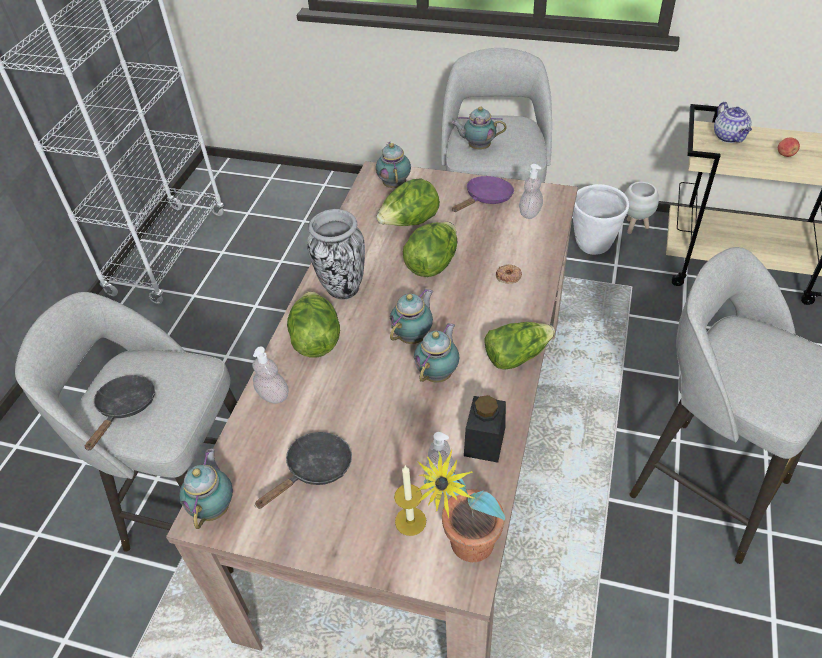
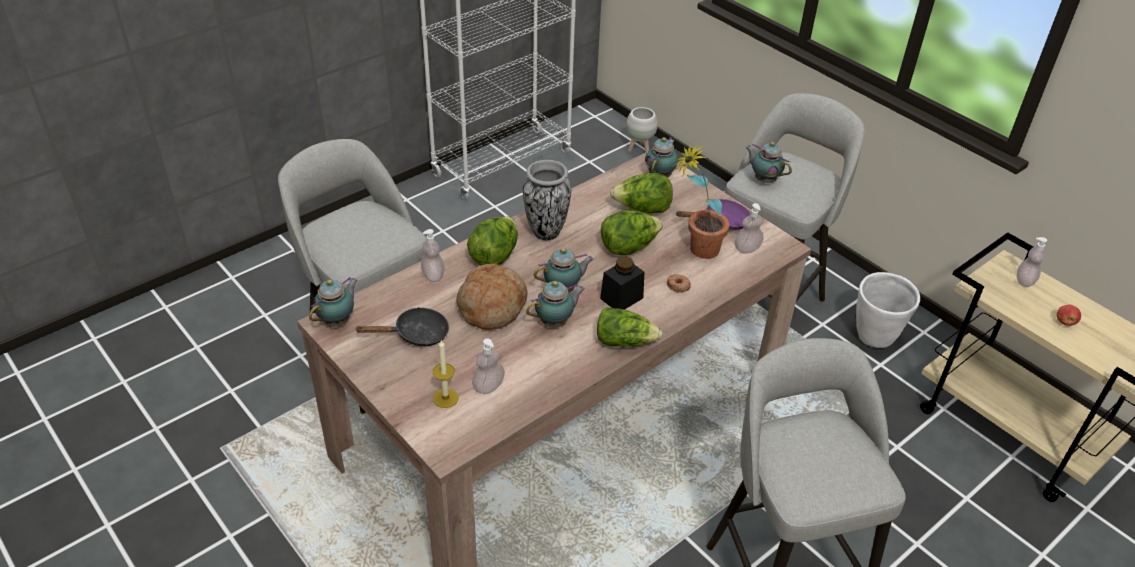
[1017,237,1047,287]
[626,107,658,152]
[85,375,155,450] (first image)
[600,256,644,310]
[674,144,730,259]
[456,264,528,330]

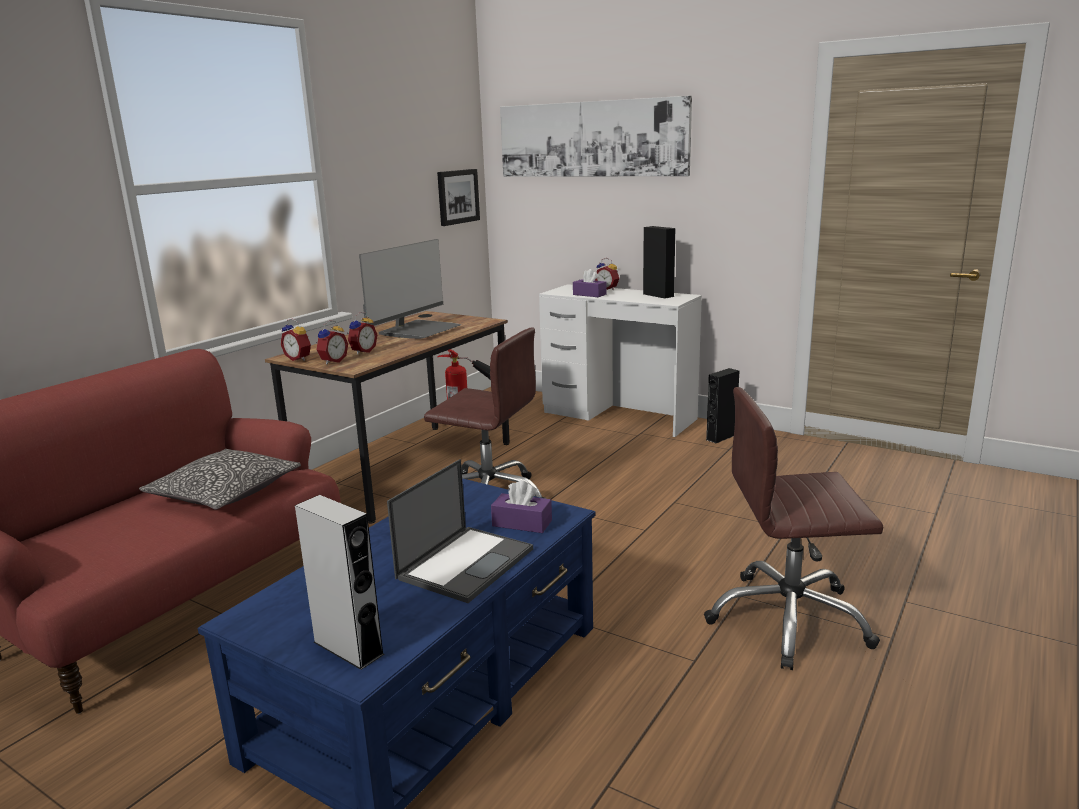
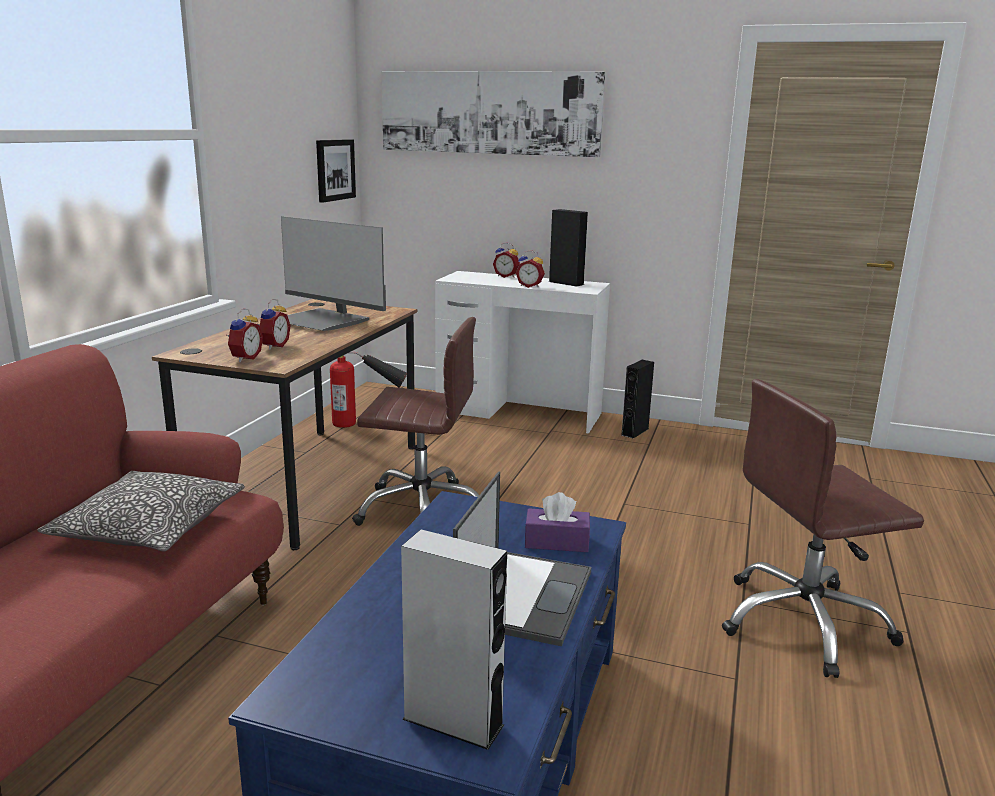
[281,216,386,331]
[573,269,606,297] (first image)
[516,250,545,288]

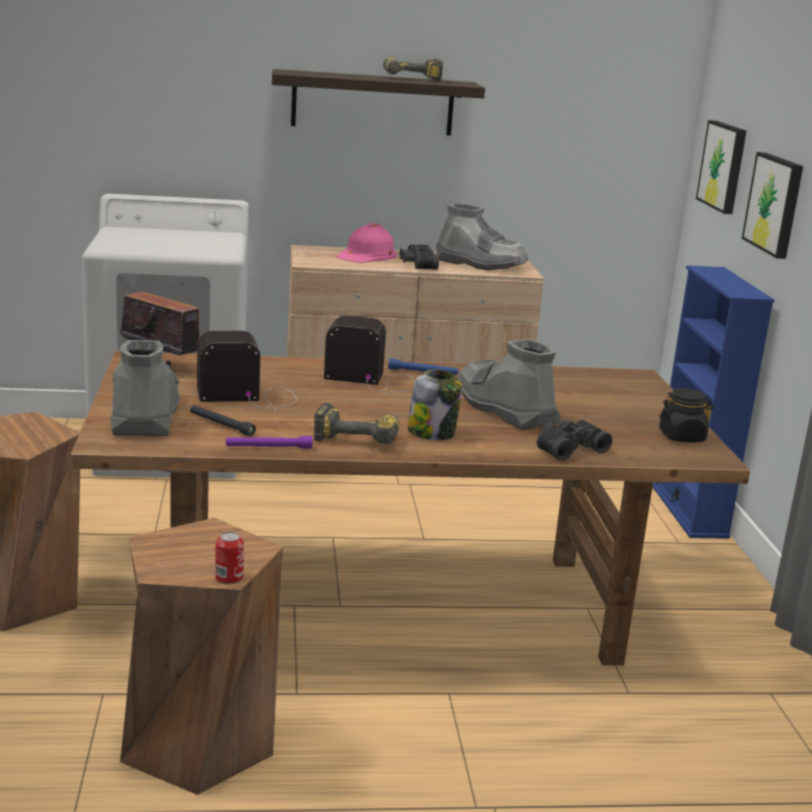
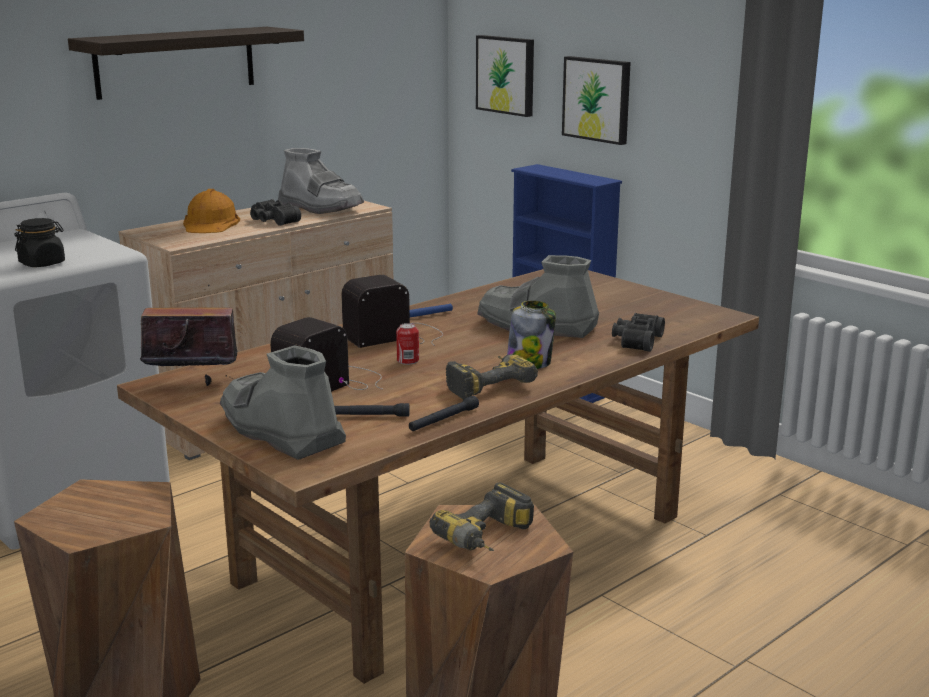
[429,483,534,551]
[278,148,364,214]
[183,189,240,233]
[14,218,65,267]
[409,396,479,431]
[396,323,419,365]

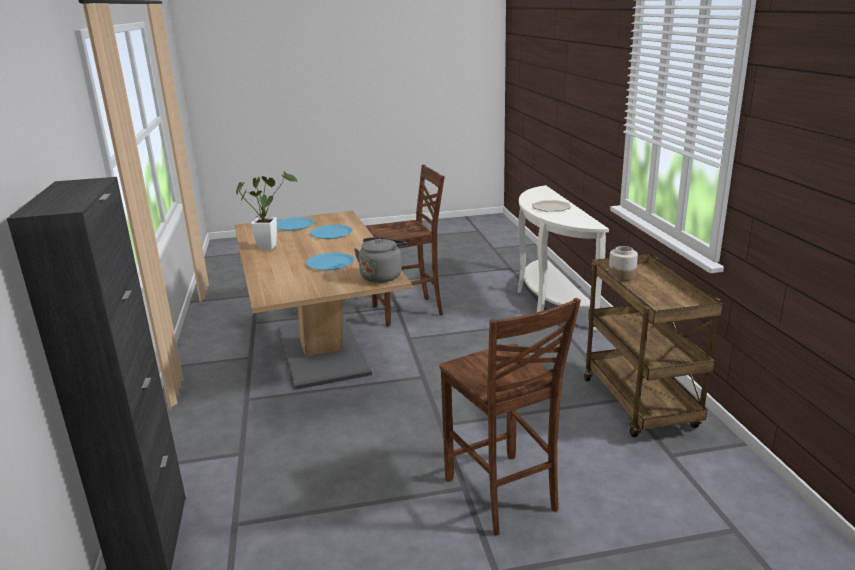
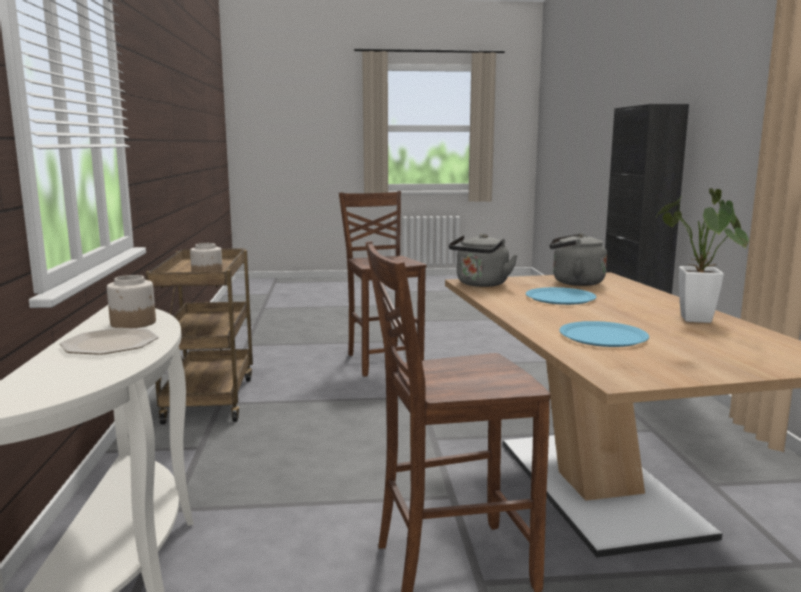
[277,217,314,231] (first image)
[549,233,607,286]
[107,275,156,328]

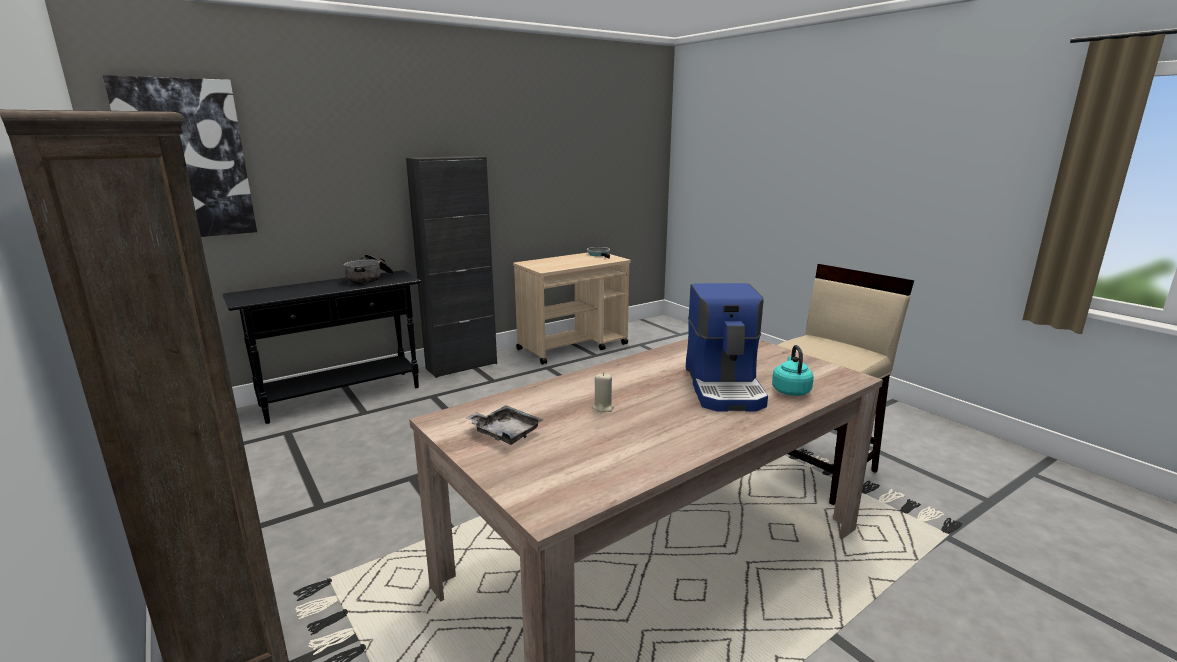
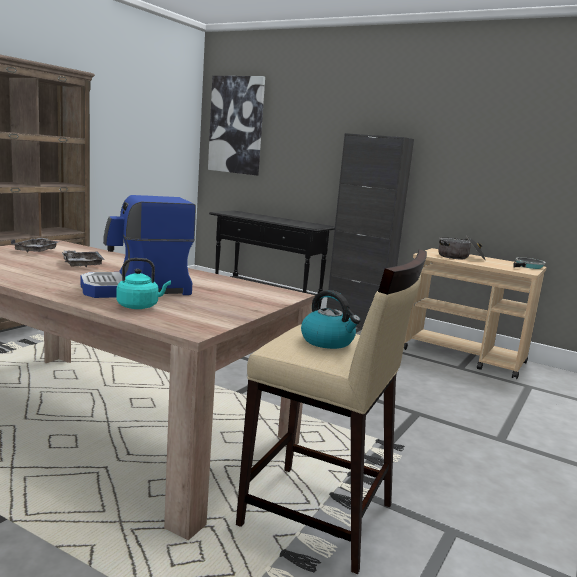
[438,235,485,260]
[62,251,105,267]
[301,290,361,349]

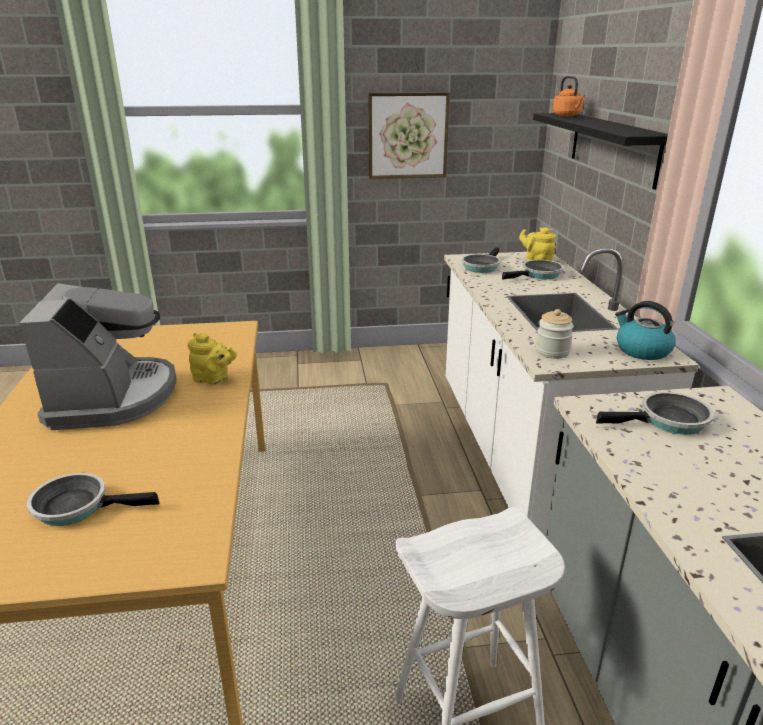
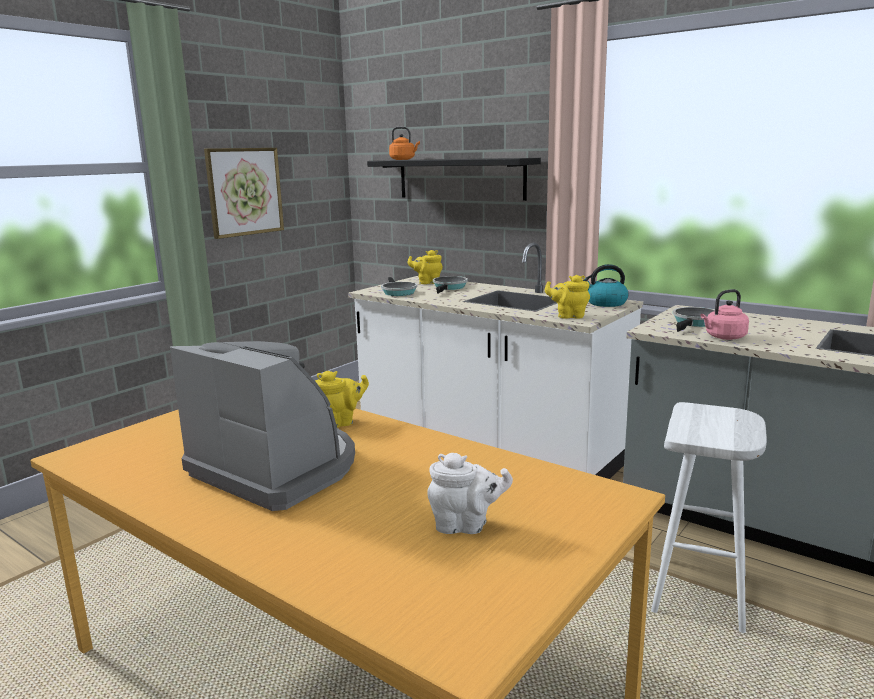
[545,275,590,319]
[427,453,513,534]
[700,289,749,340]

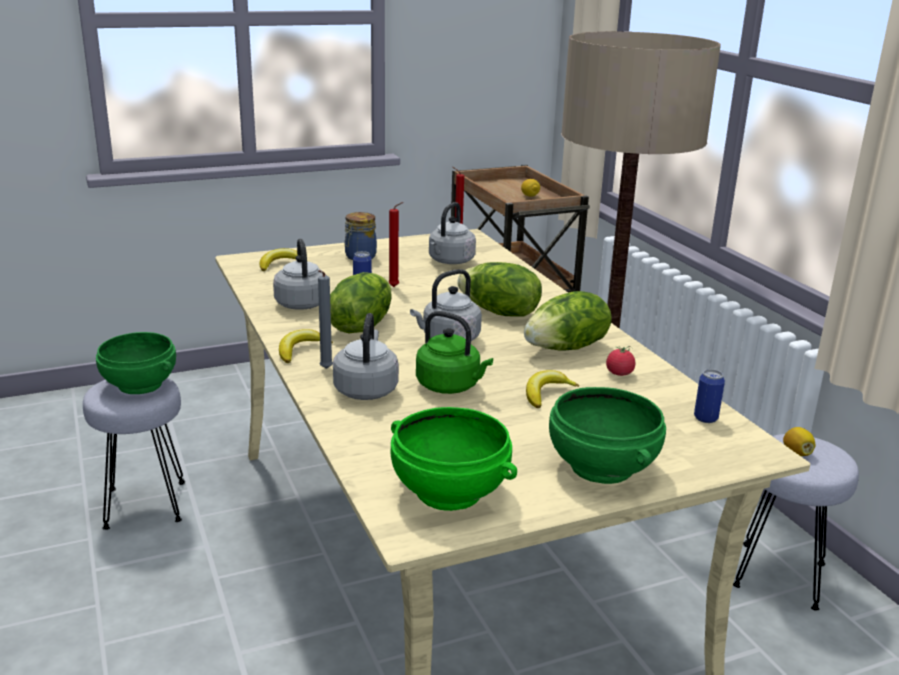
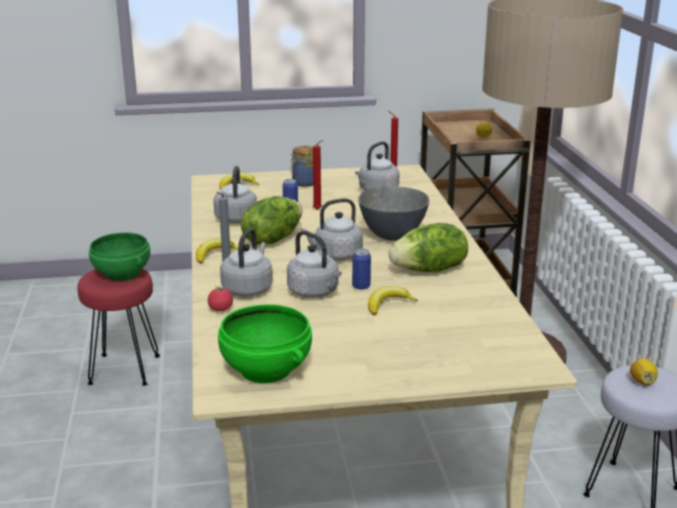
[358,186,429,241]
[287,231,342,298]
[208,286,233,311]
[352,249,371,290]
[77,269,160,386]
[549,387,666,484] (first image)

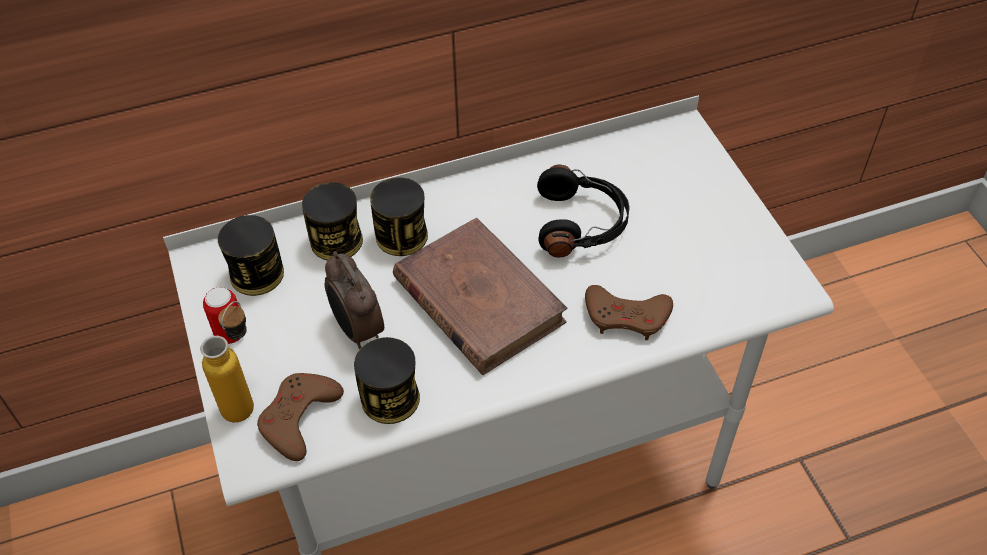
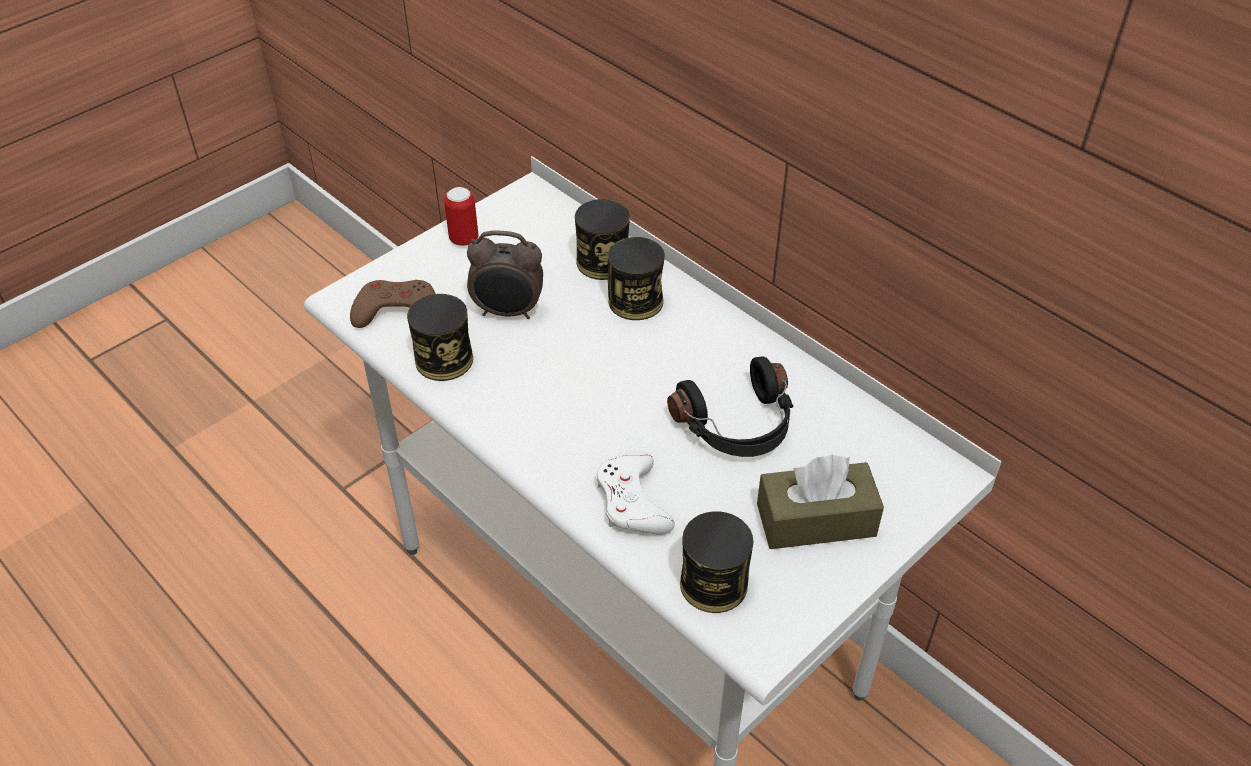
[680,511,753,613]
[393,218,567,375] (first image)
[467,230,543,319]
[596,451,675,535]
[200,301,254,422] (first image)
[757,455,884,549]

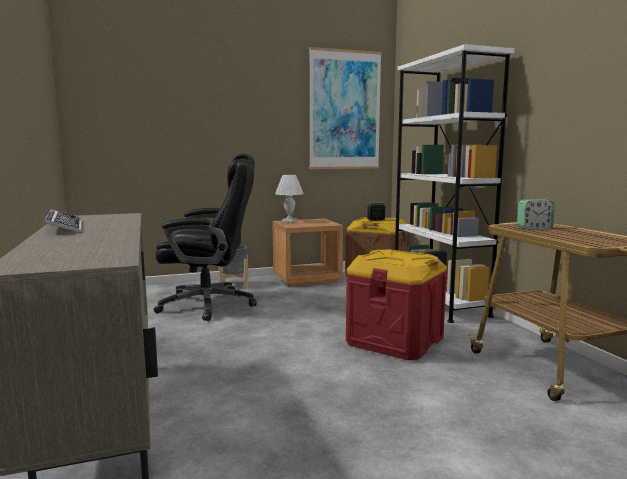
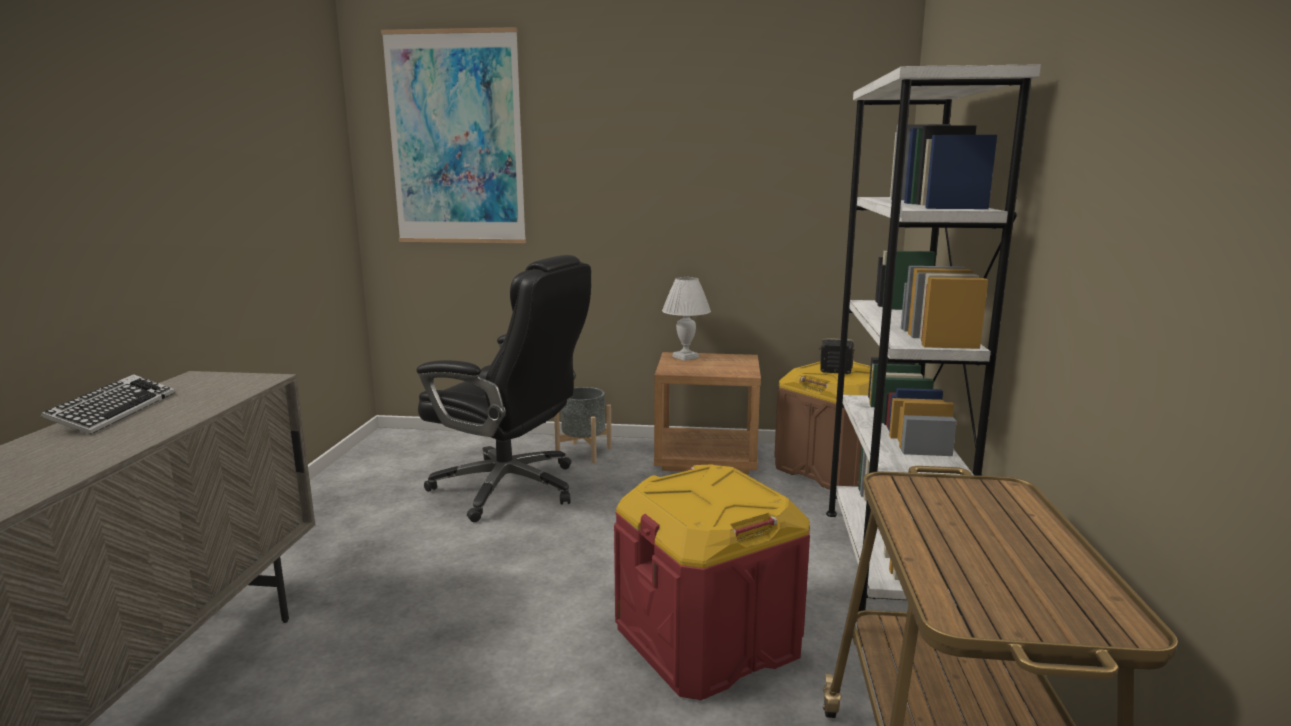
[381,27,526,243]
[517,199,555,230] (first image)

